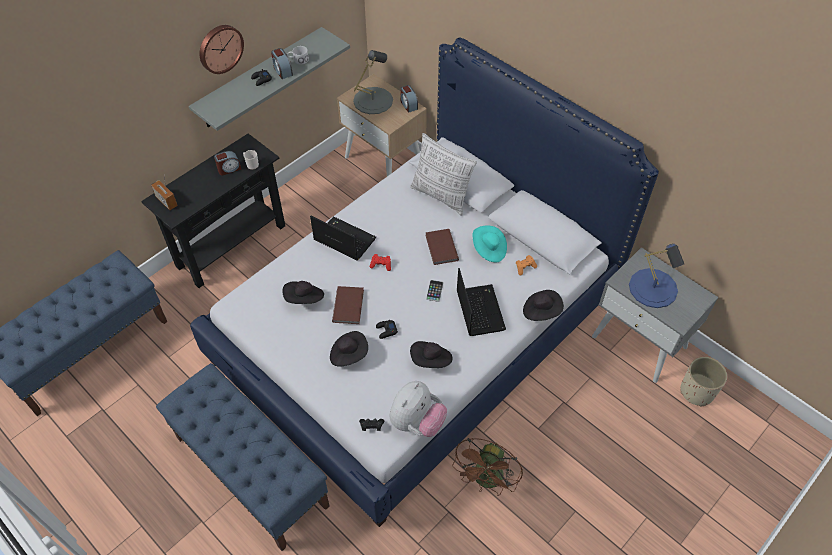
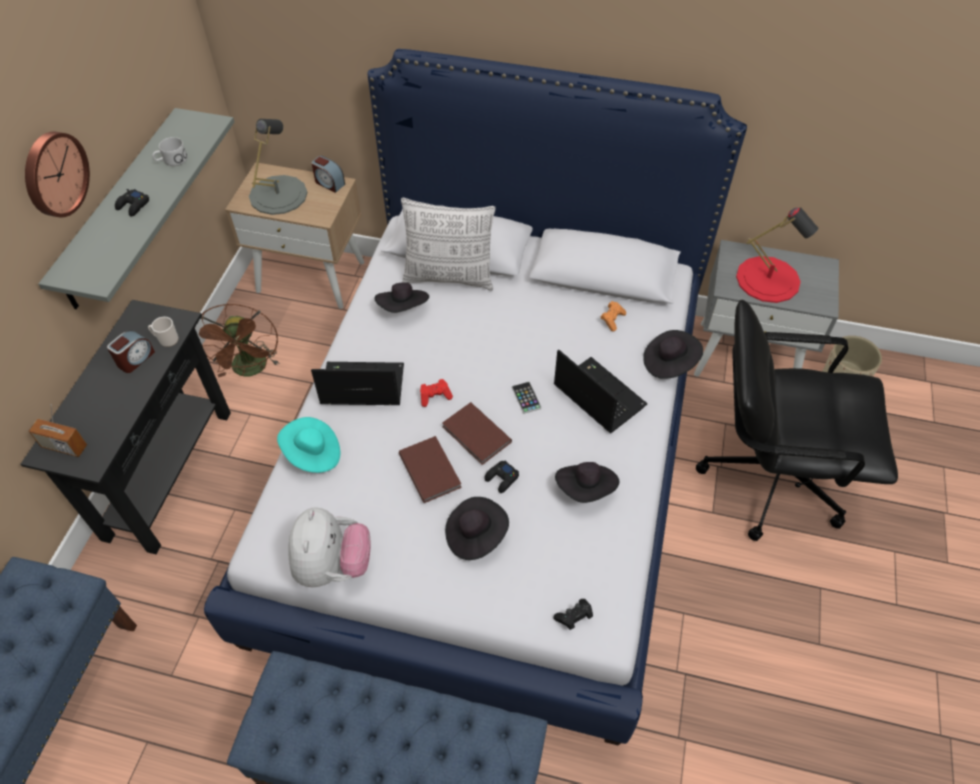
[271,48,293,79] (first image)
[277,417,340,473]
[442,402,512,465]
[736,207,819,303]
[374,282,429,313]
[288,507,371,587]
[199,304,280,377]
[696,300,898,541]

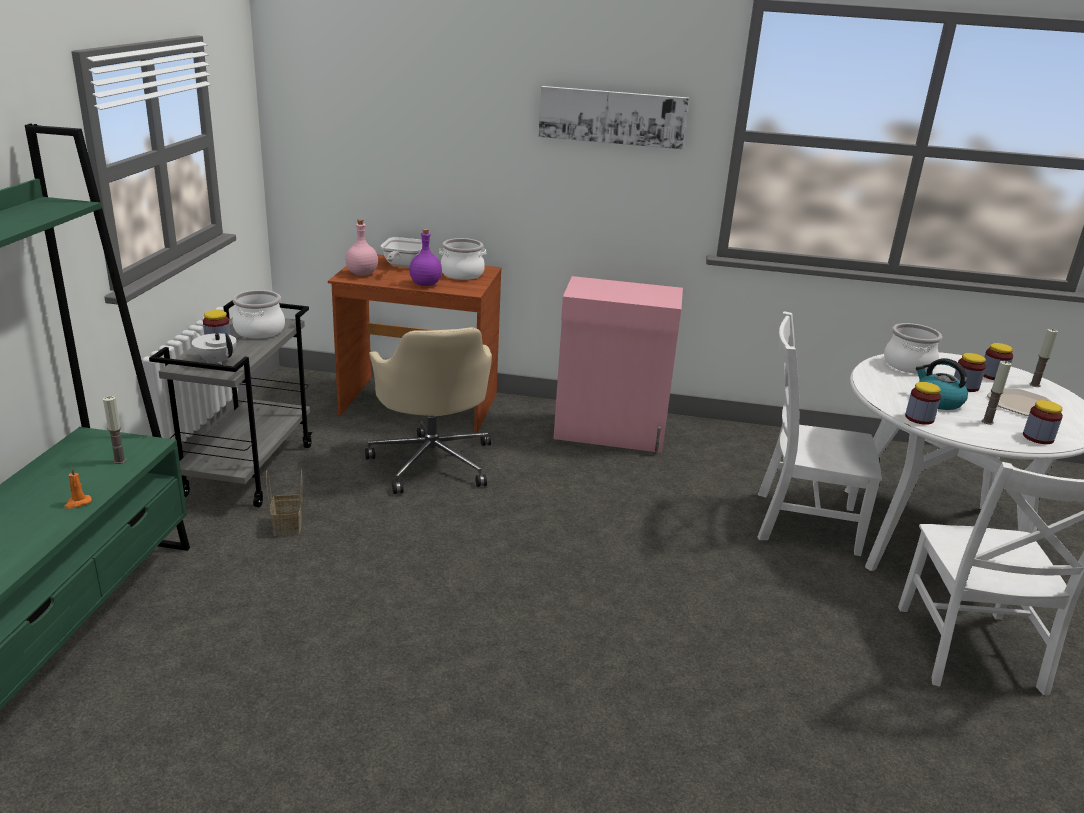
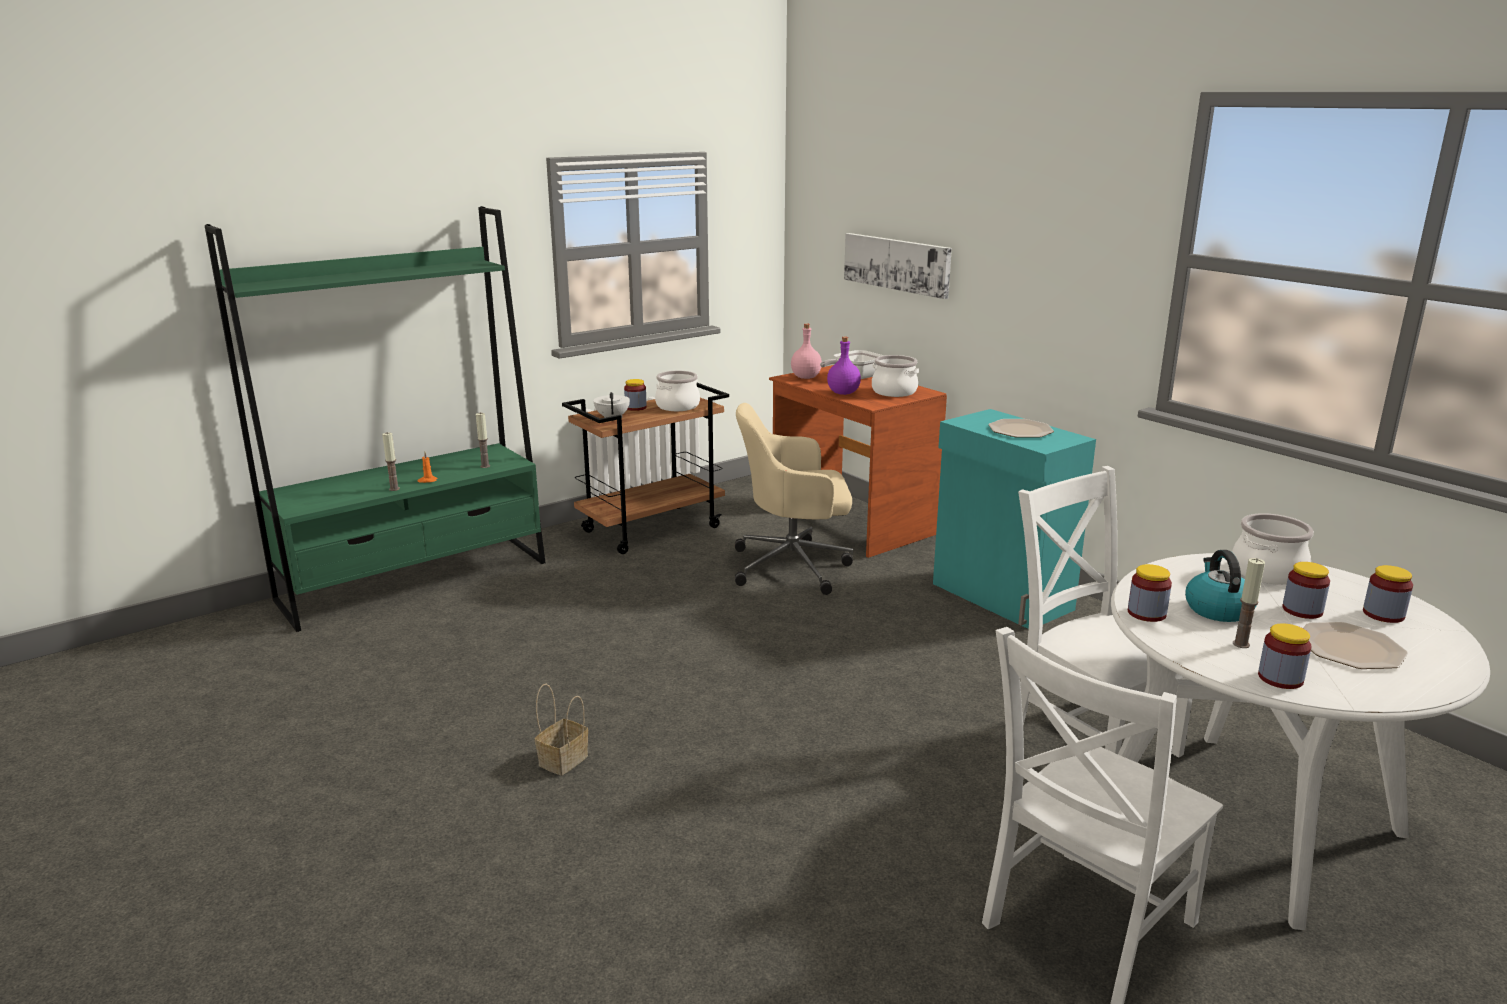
[844,233,952,299]
[933,409,1096,629]
[562,383,729,554]
[735,403,853,595]
[382,432,400,491]
[535,684,588,775]
[988,419,1054,438]

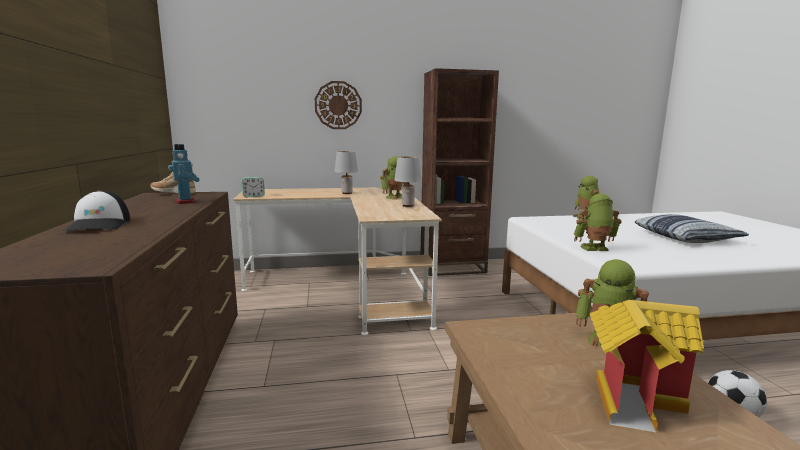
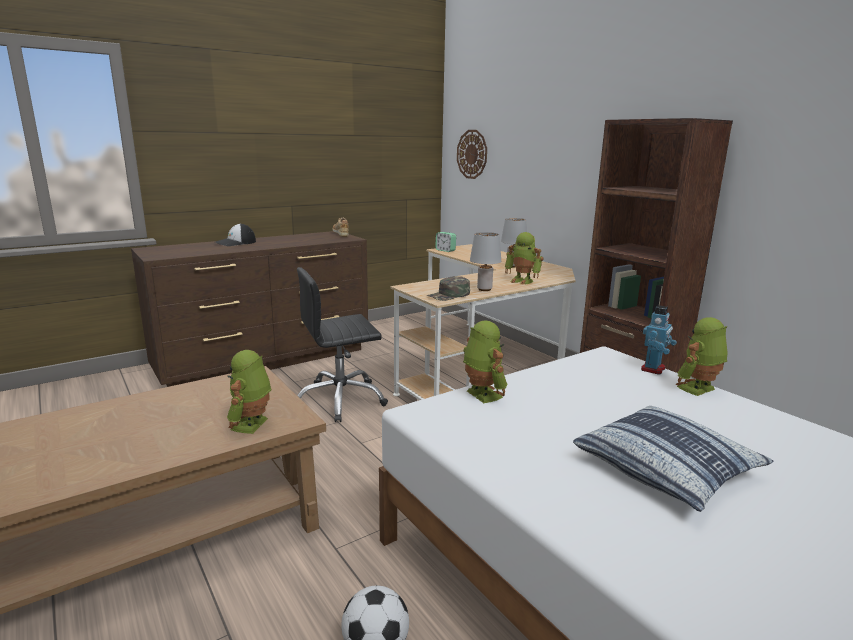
[457,130,487,179]
[641,305,677,374]
[590,300,704,432] (first image)
[297,267,388,422]
[427,276,470,301]

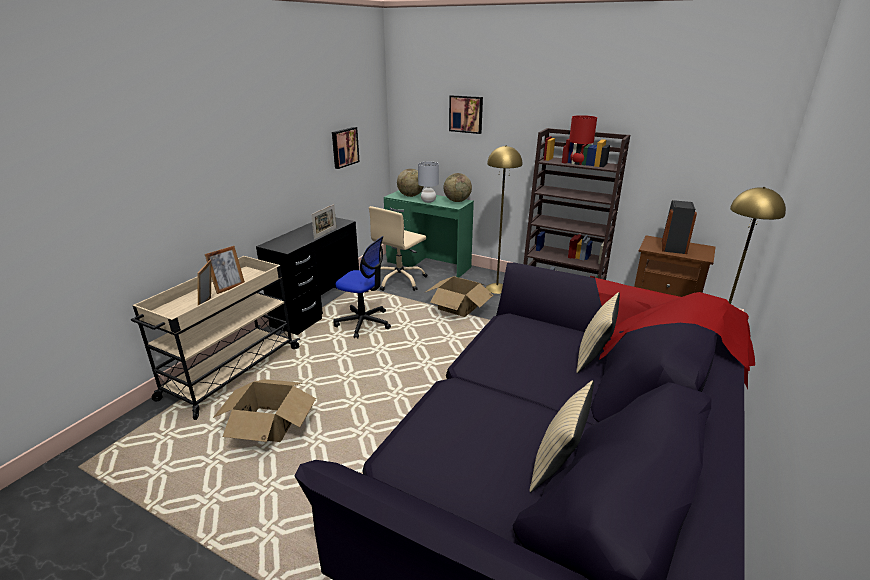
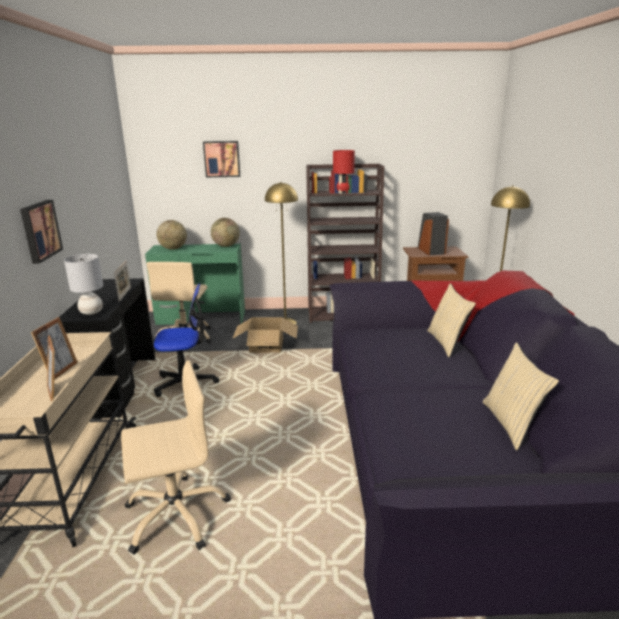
[20,200,63,264]
[64,254,103,315]
[121,360,231,555]

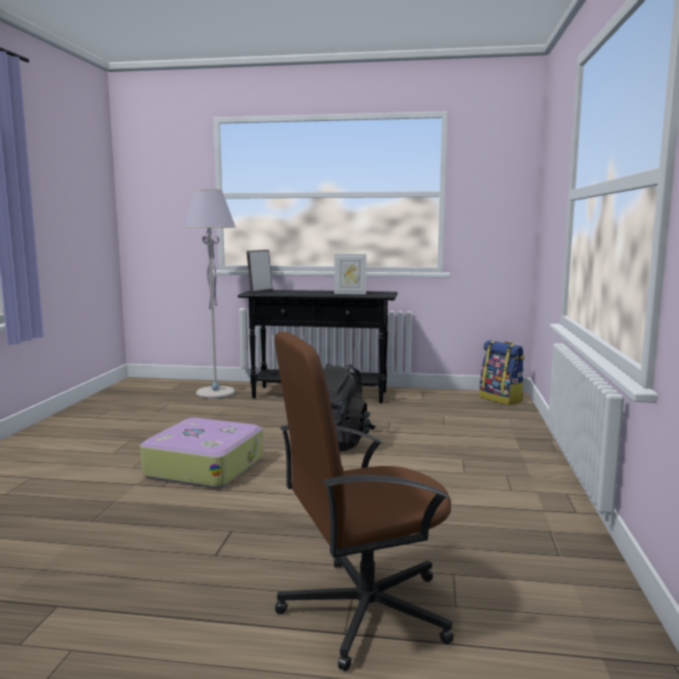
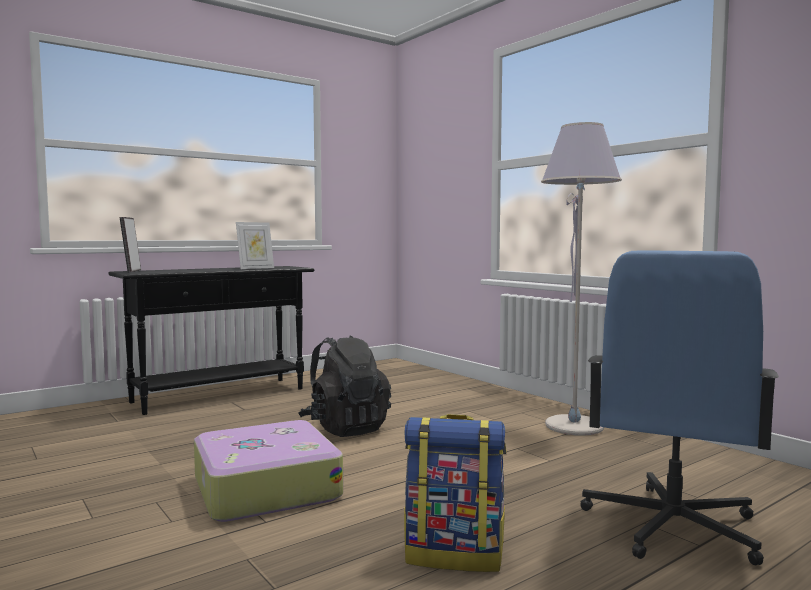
[541,122,622,436]
[580,251,779,565]
[404,414,507,572]

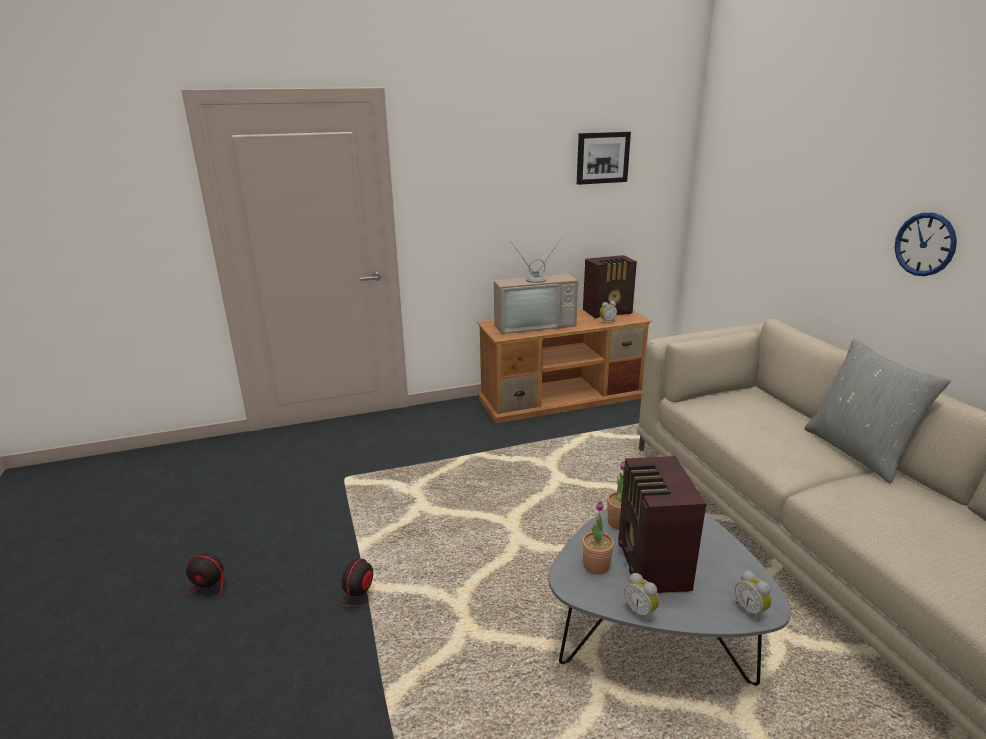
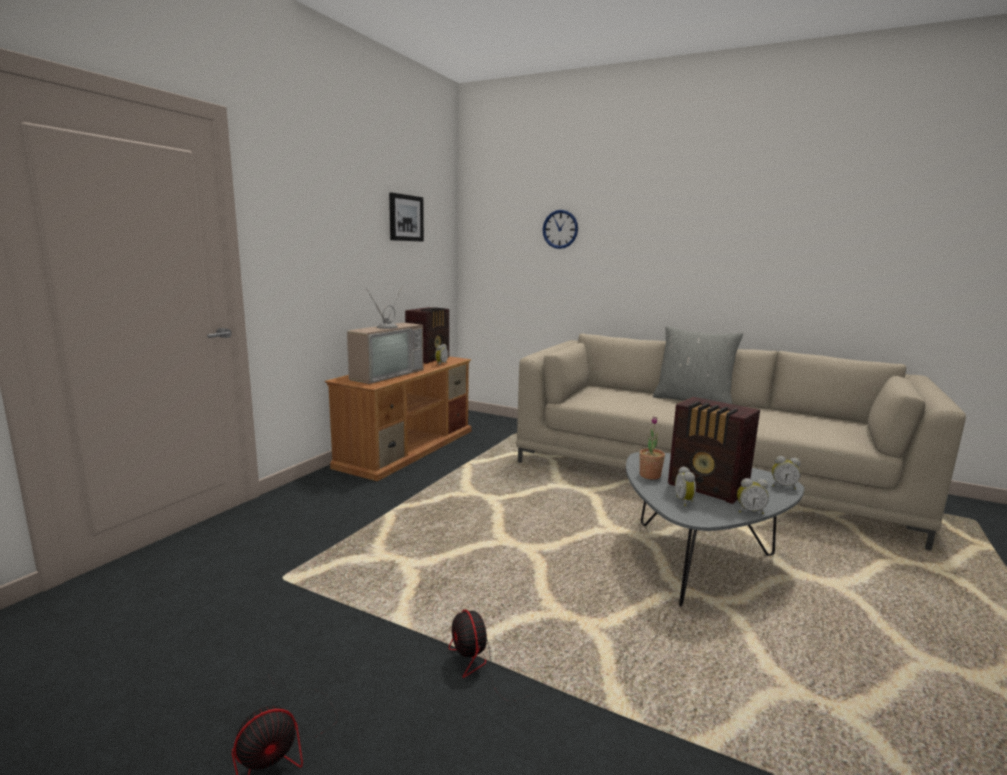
[543,210,578,249]
[675,466,696,506]

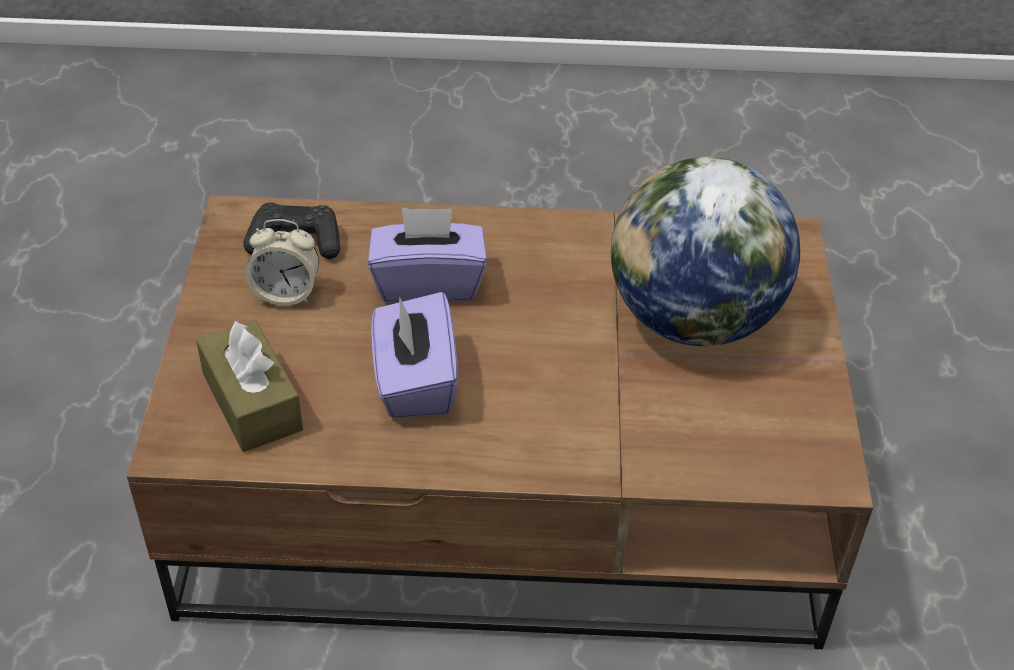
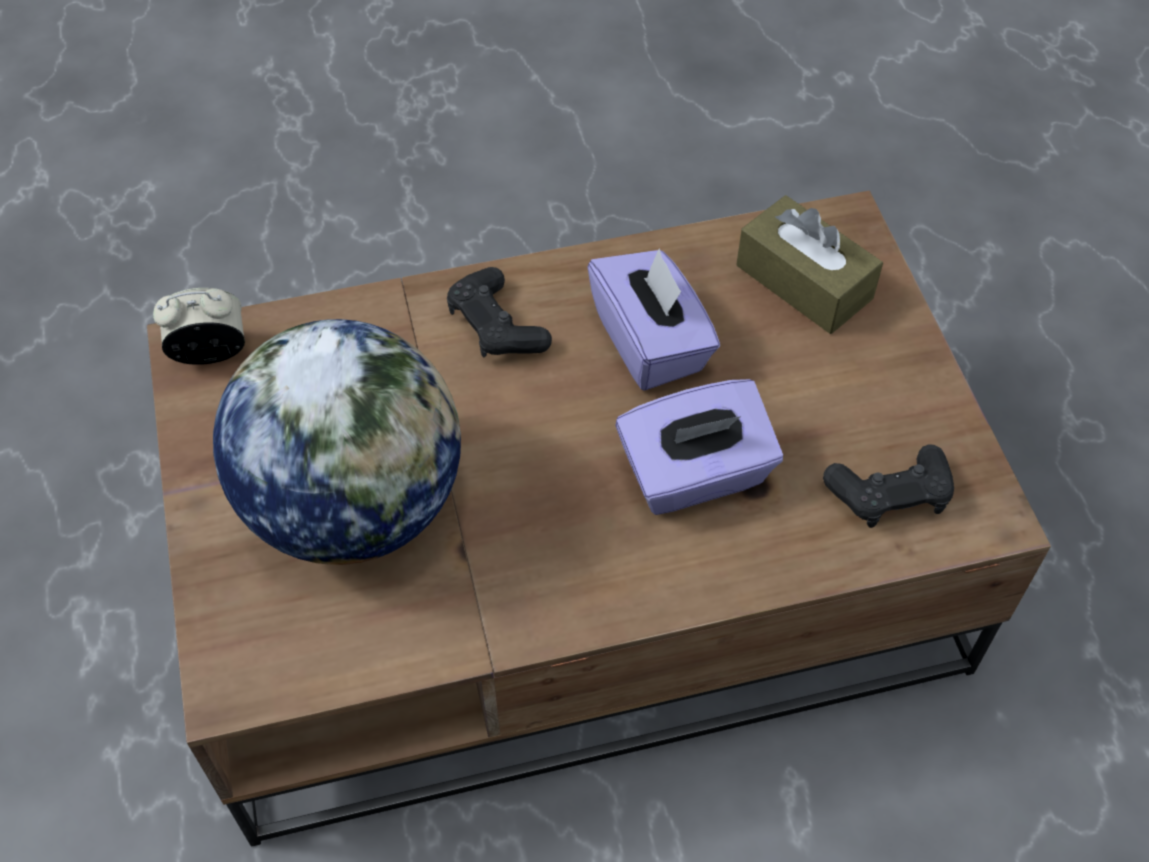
[153,288,245,365]
[447,267,552,357]

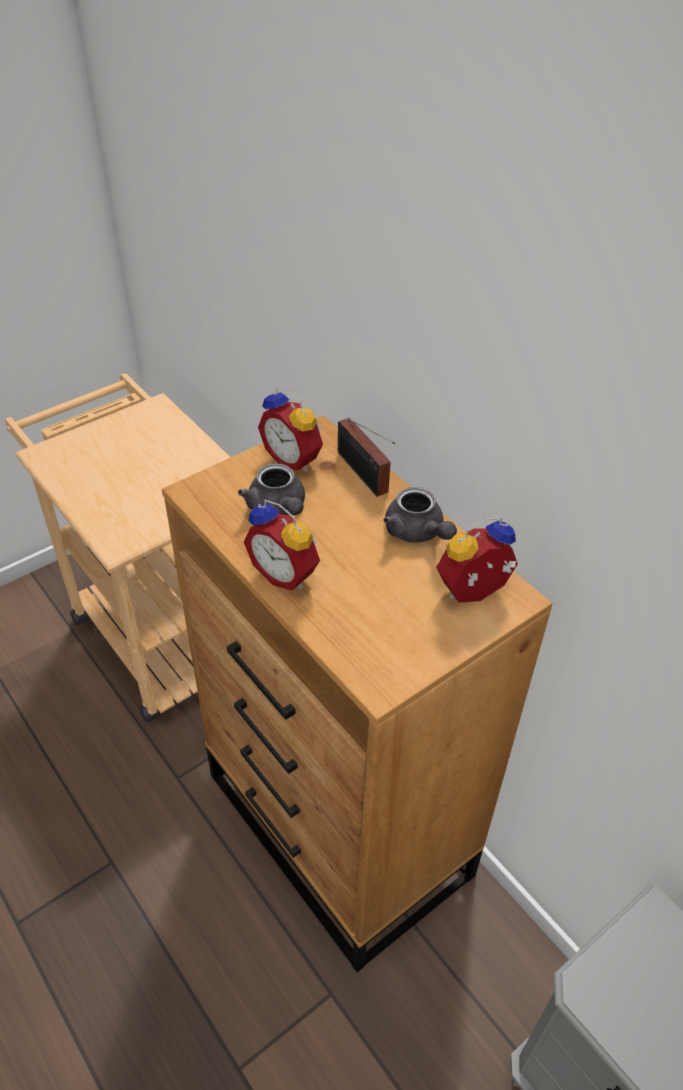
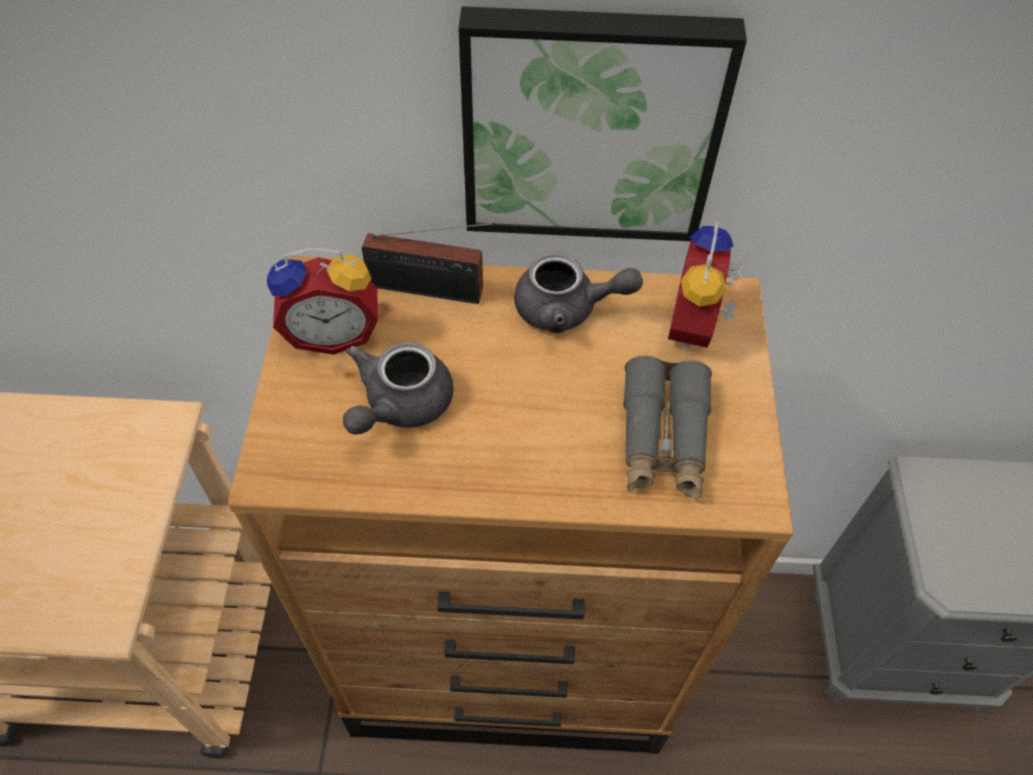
[343,342,453,435]
[244,499,320,590] (first image)
[458,6,747,241]
[623,355,712,499]

